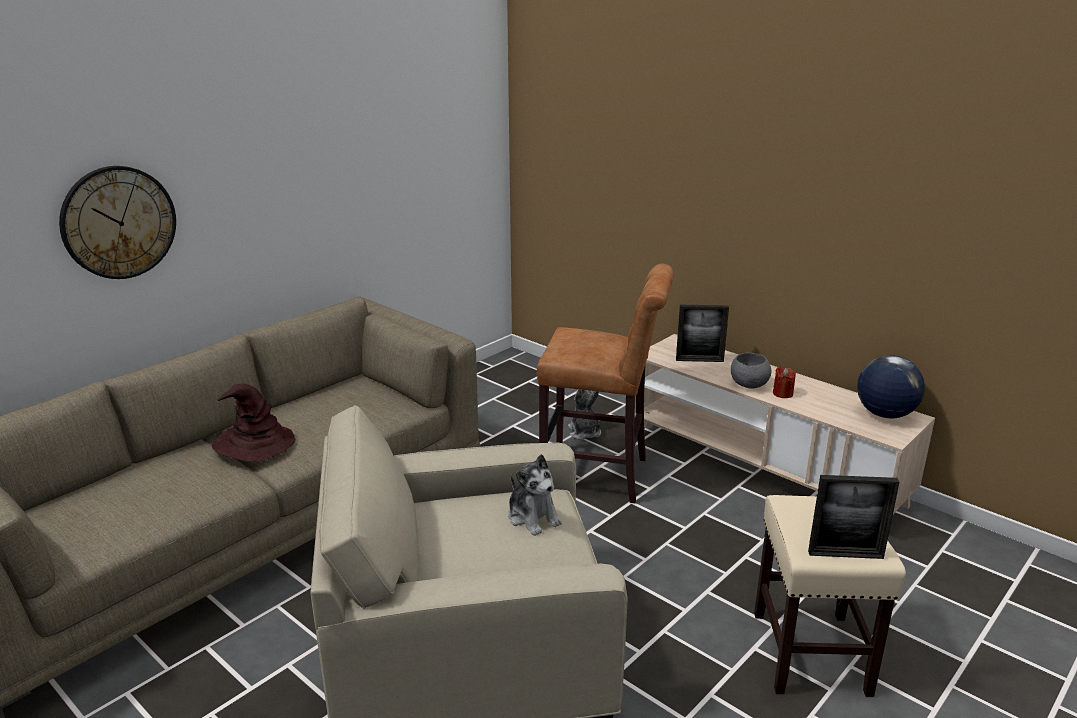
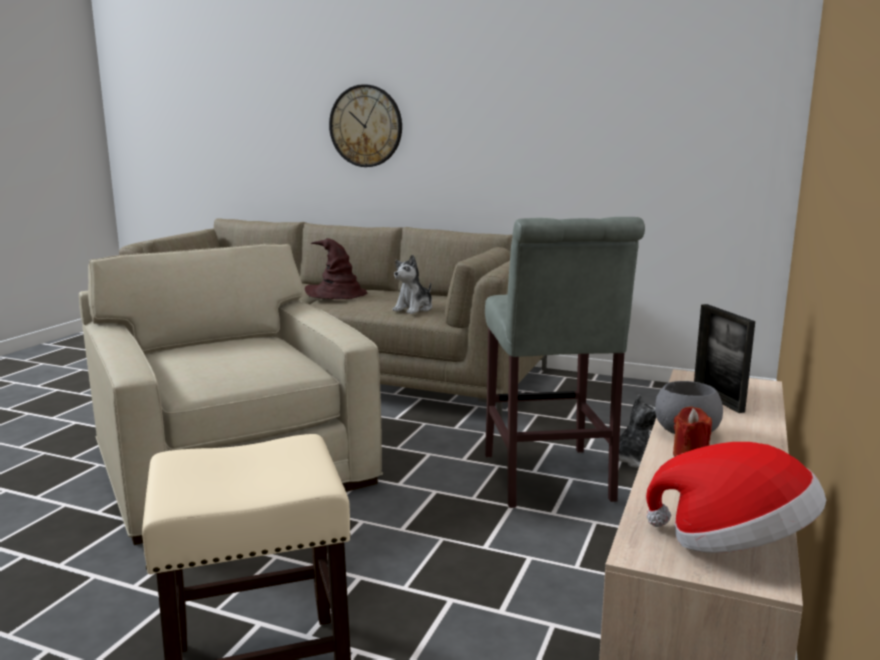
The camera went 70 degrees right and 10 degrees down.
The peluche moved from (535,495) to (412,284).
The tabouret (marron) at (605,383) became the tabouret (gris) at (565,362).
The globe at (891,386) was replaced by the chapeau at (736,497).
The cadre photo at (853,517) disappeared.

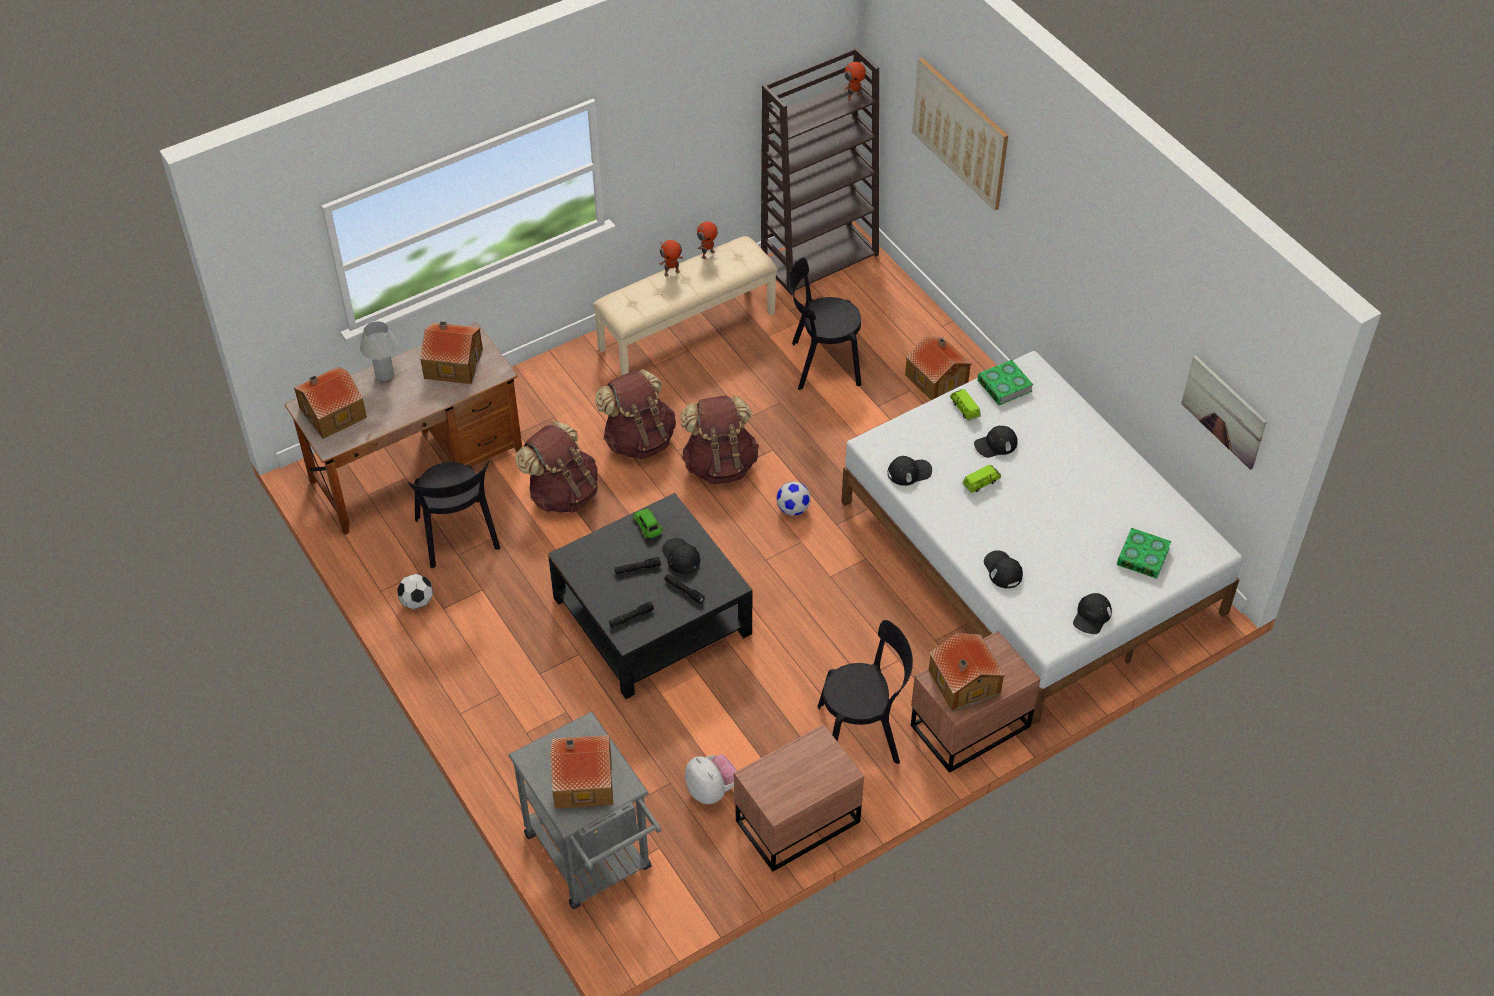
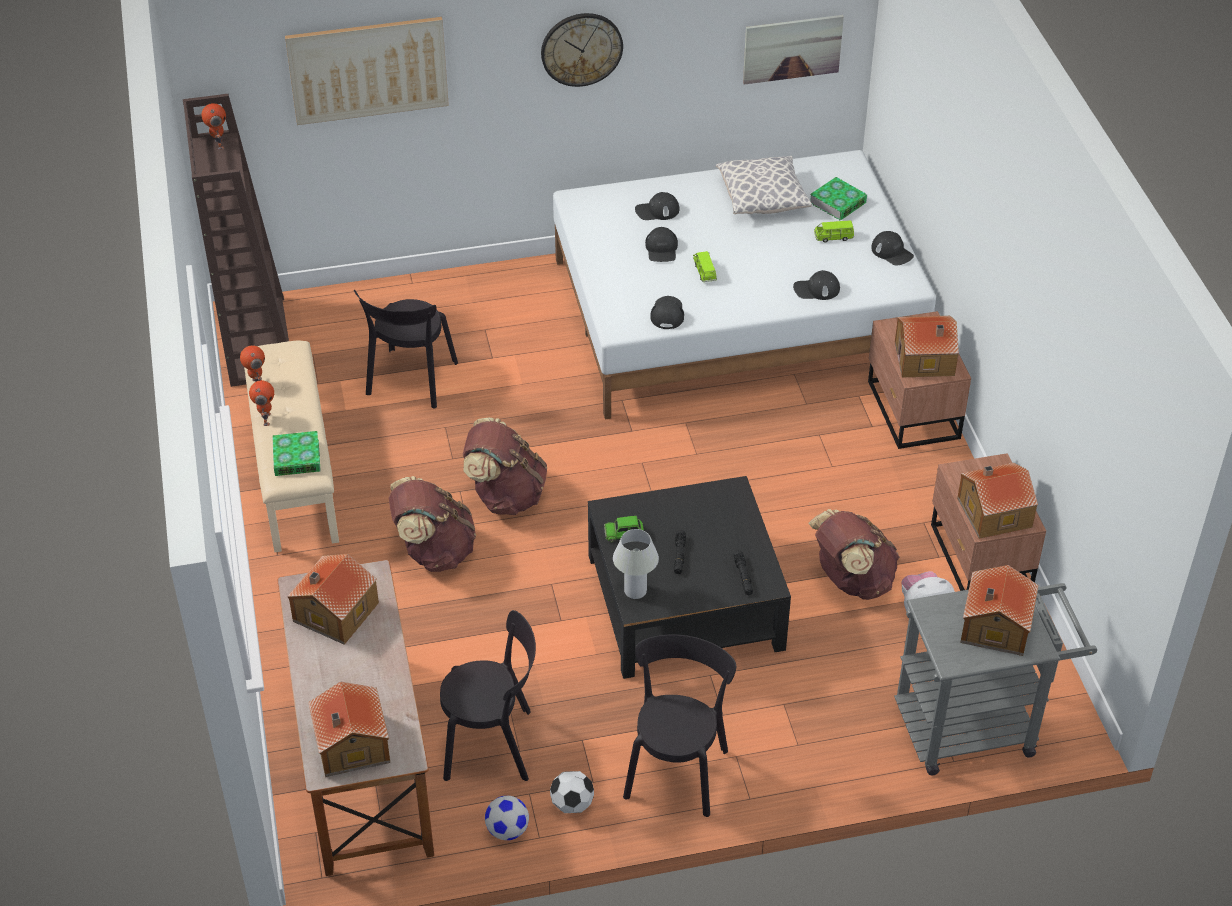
The camera went 70 degrees left and 5 degrees down.
The livre moved from (1005,382) to (296,453).
The ballon de foot moved from (793,499) to (507,818).
The horloge murale at (582,50) appeared.
The lampe de table (blanc) moved from (379,351) to (636,564).
The chaise (noir) moved from (865,692) to (679,726).
The casquette (noir) moved from (681,556) to (657,206).
The coussin at (764,185) appeared.
The sac à dos (marron) moved from (556,467) to (854,554).
The petite voiture (vert) moved from (965,405) to (834,231).
The maison miniature moved from (938,368) to (997,501).
The lampe de poche (noir) at (684,588) disappeared.

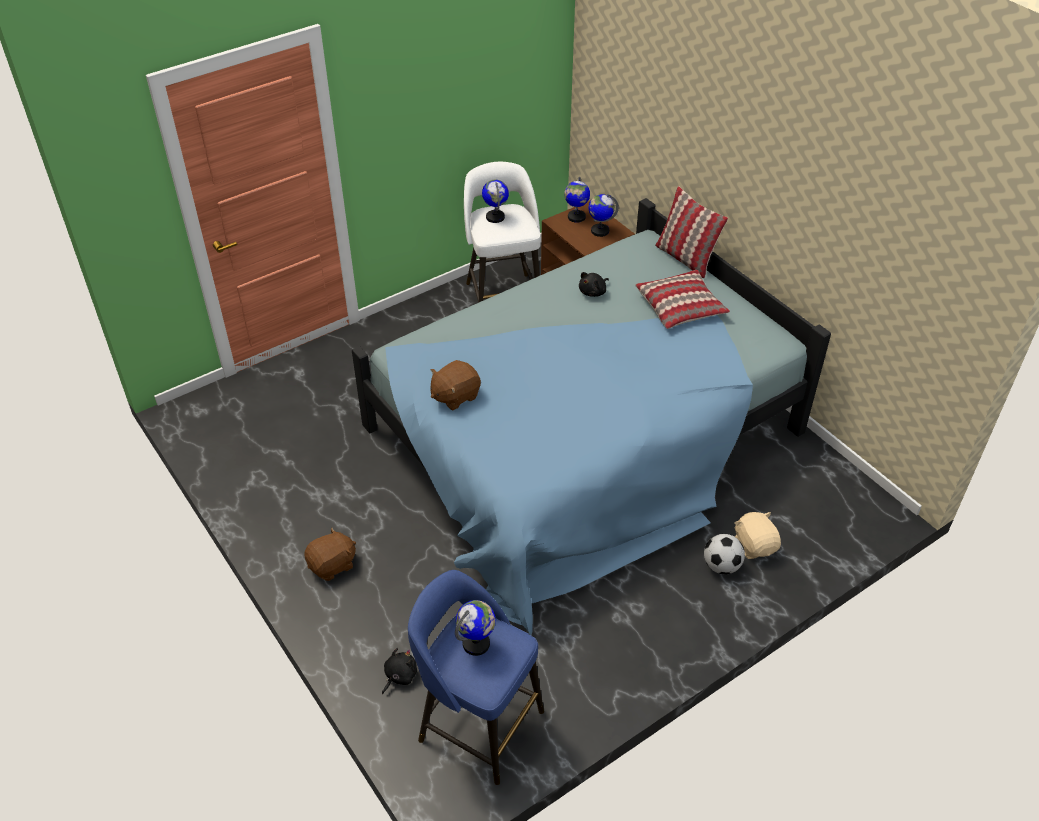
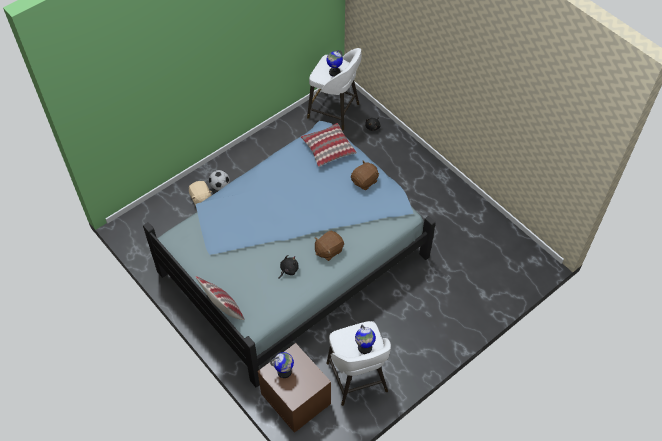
The camera went 175 degrees right and 10 degrees up.
The coussin moved from (682,299) to (329,145).
The tabouret (bleu) at (476,677) became the tabouret (blanc) at (334,89).
The peluche (marron) moved from (330,554) to (329,246).
The globe at (577,200) disappeared.

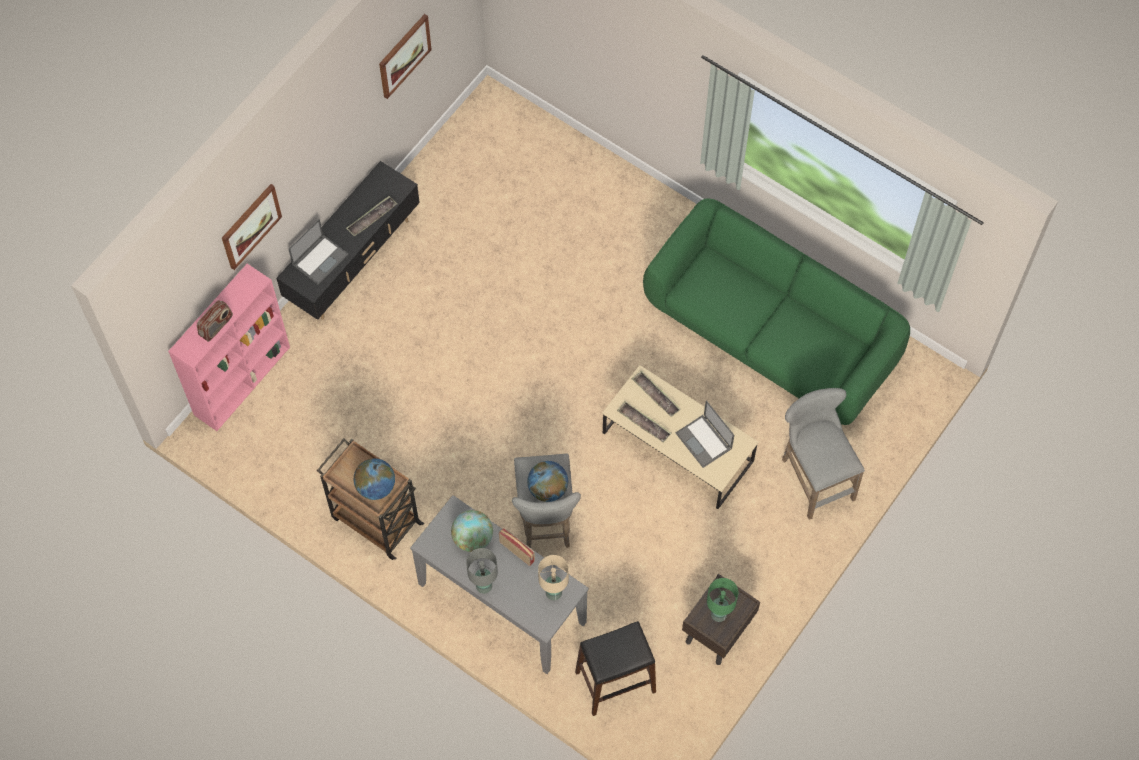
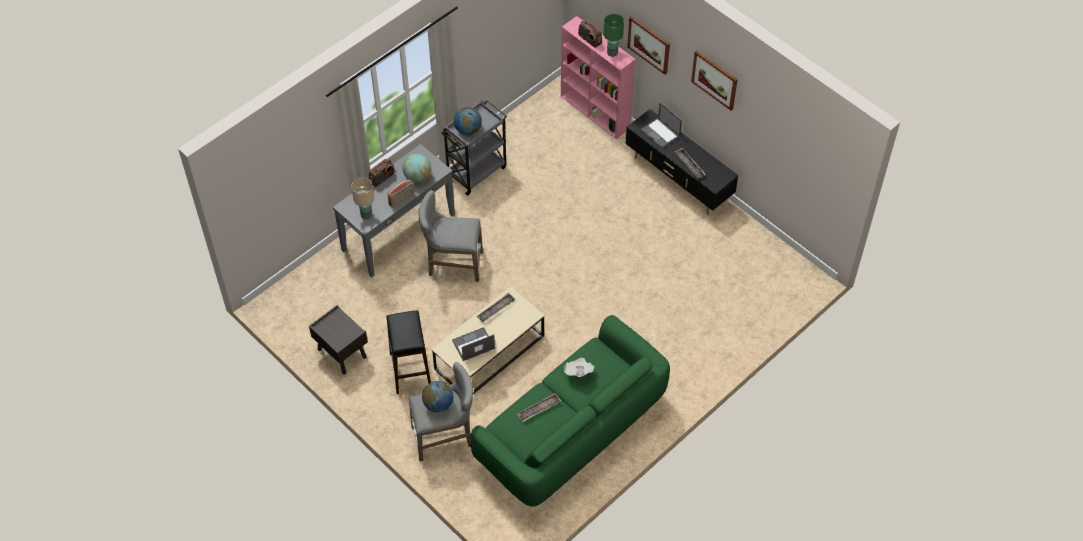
The camera went 100 degrees right and 10 degrees down.
The lampe de table (gris) at (482,571) was replaced by the radio at (382,173).
The tabouret (noir) moved from (615,668) to (408,352).
The globe moved from (547,481) to (438,397).
The chariot (marron) at (370,499) became the chariot (gris) at (474,148).
The plateau moved from (656,394) to (539,407).
The journal at (579,367) appeared.
The lampe de table (vert) moved from (722,600) to (614,35).
The tableau moved from (405,56) to (714,80).

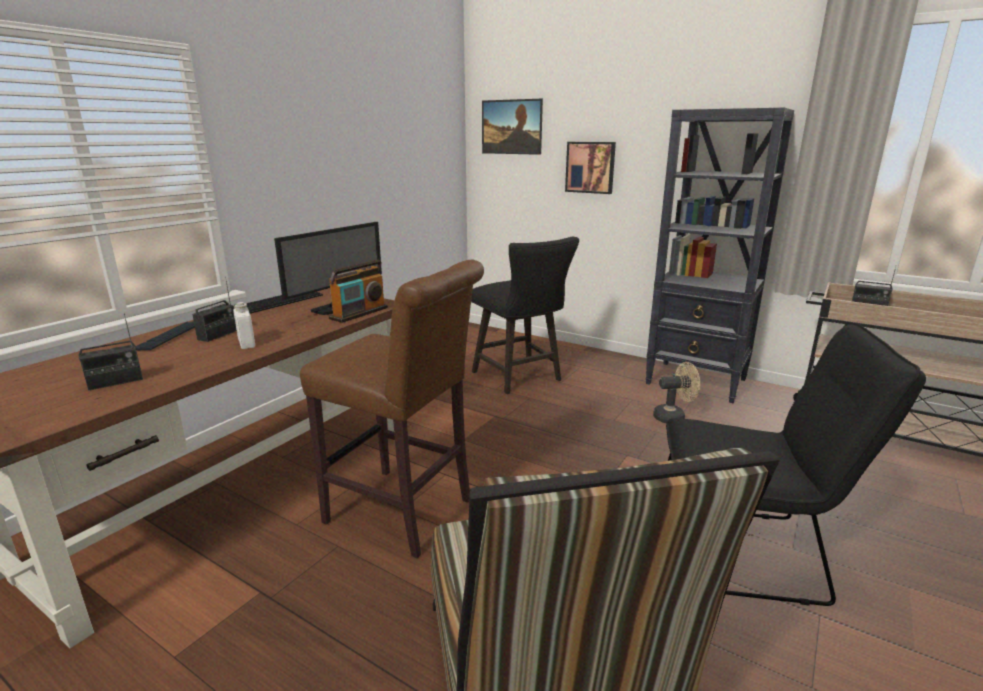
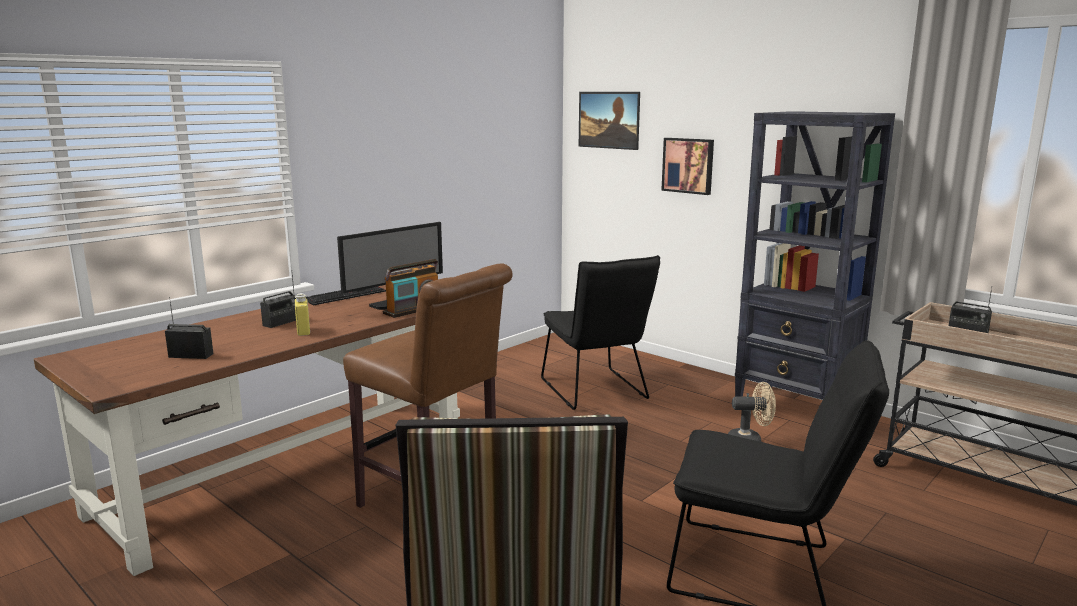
The camera went 10 degrees right and 5 degrees down.
The radio at (110,352) turned 150 degrees counterclockwise.
The bouteille (blanc) at (244,325) became the bouteille (jaune) at (302,314).
The tabouret (noir) at (525,315) was replaced by the chaise (noir) at (600,332).
The clavier at (165,335) disappeared.

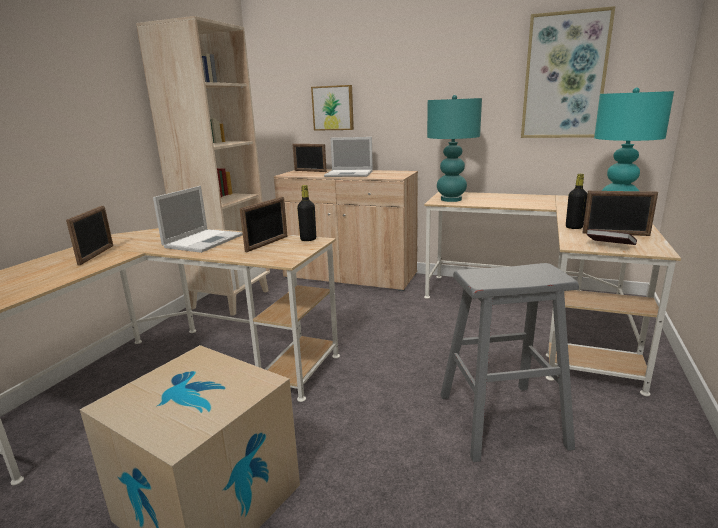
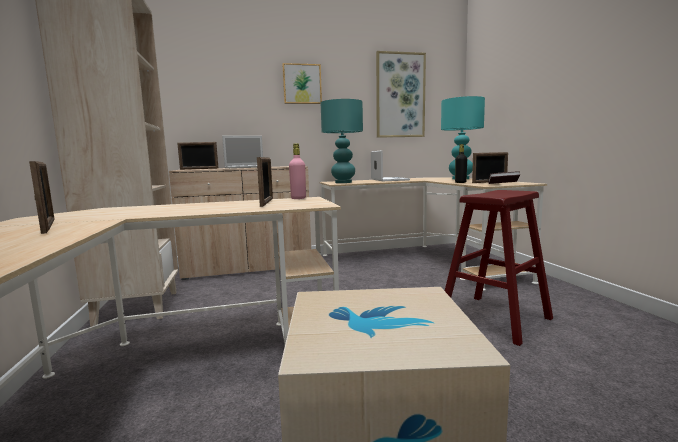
The camera went 35 degrees left and 10 degrees down.
The tableau moved from (332,108) to (302,83).
The bouteille (noir) at (306,213) became the bouteille (rose) at (297,171).
The ordinateur portable moved from (198,219) to (390,165).
The tabouret (gris) at (509,362) became the tabouret (rouge) at (499,268).

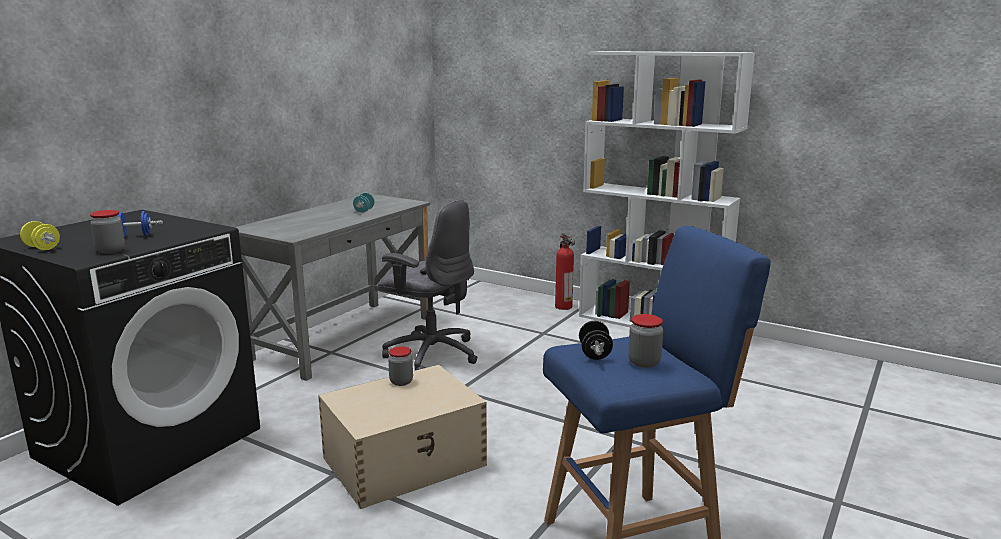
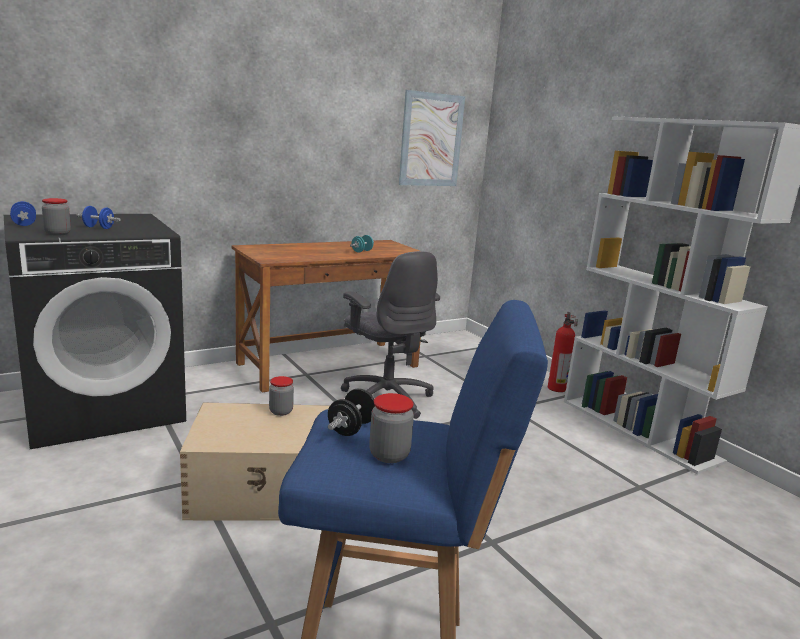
The camera went 25 degrees right and 0 degrees up.
The haltère (jaune) at (40,235) became the haltère (bleu) at (23,213).
The bureau (gris) at (332,287) became the bureau (marron) at (326,316).
The tableau at (432,138) appeared.

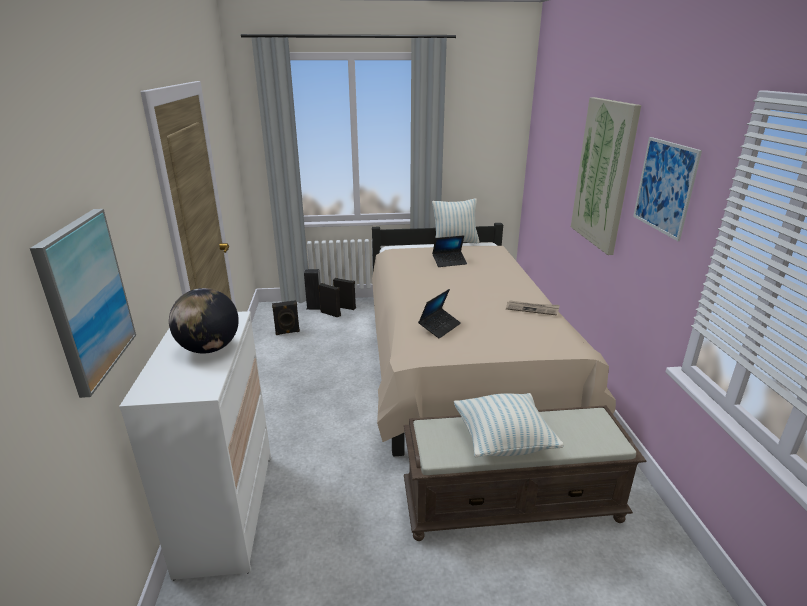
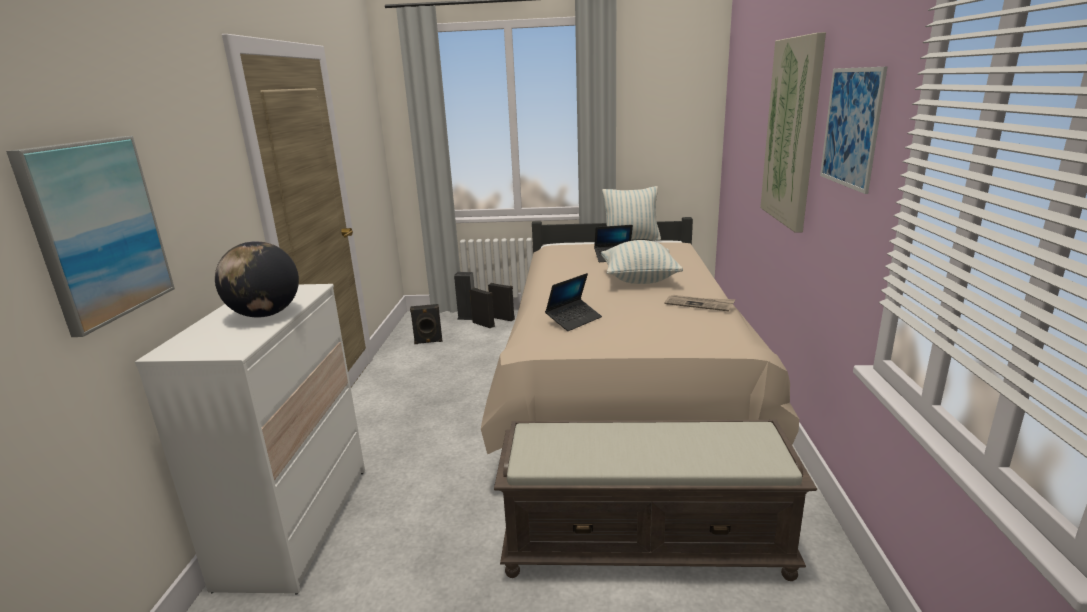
The camera went 10 degrees right and 5 degrees down.
The coussin moved from (508,425) to (642,262).

